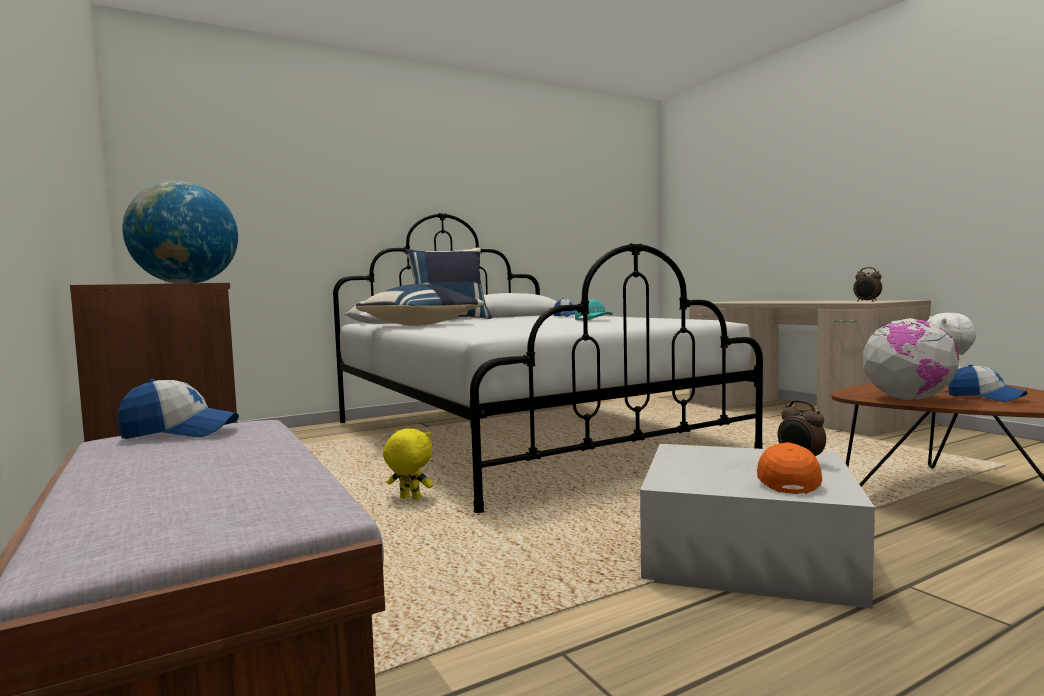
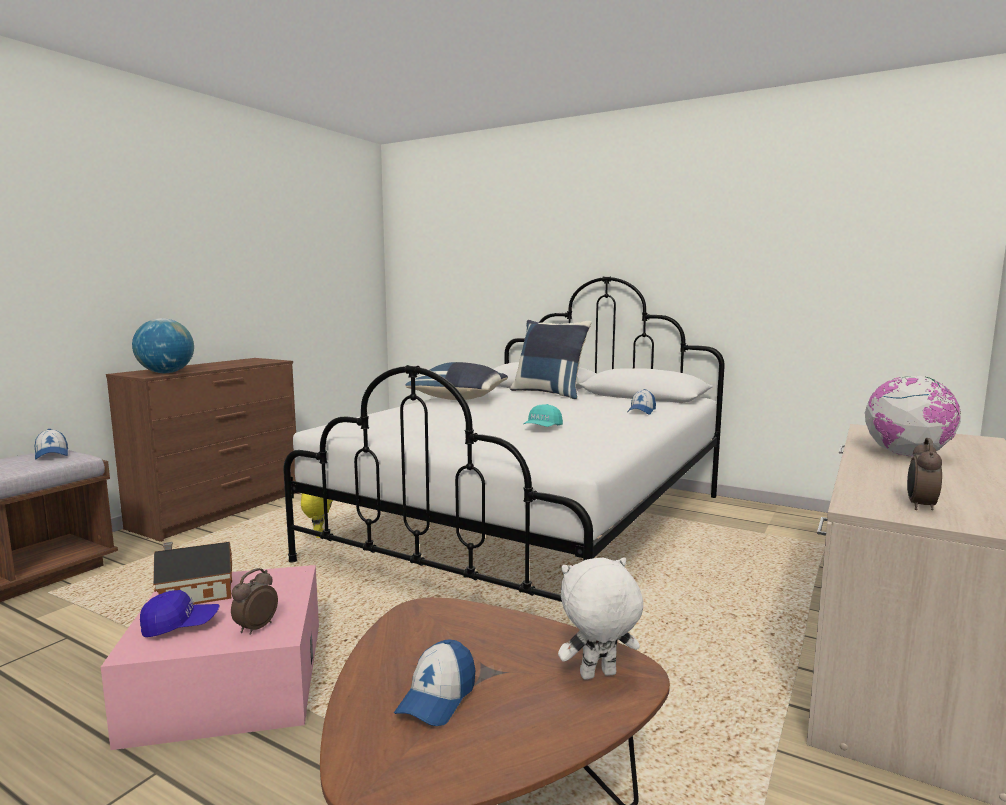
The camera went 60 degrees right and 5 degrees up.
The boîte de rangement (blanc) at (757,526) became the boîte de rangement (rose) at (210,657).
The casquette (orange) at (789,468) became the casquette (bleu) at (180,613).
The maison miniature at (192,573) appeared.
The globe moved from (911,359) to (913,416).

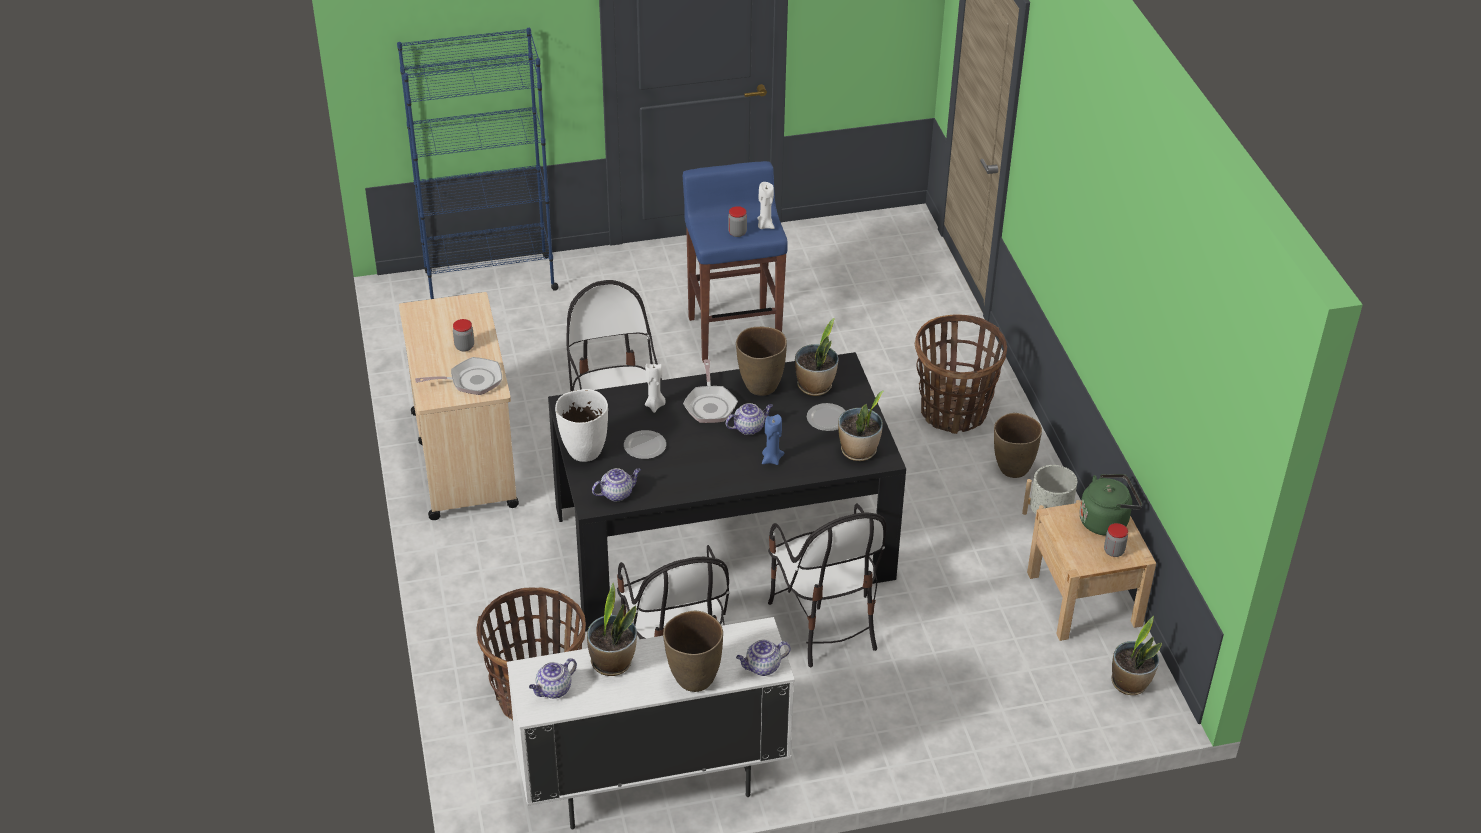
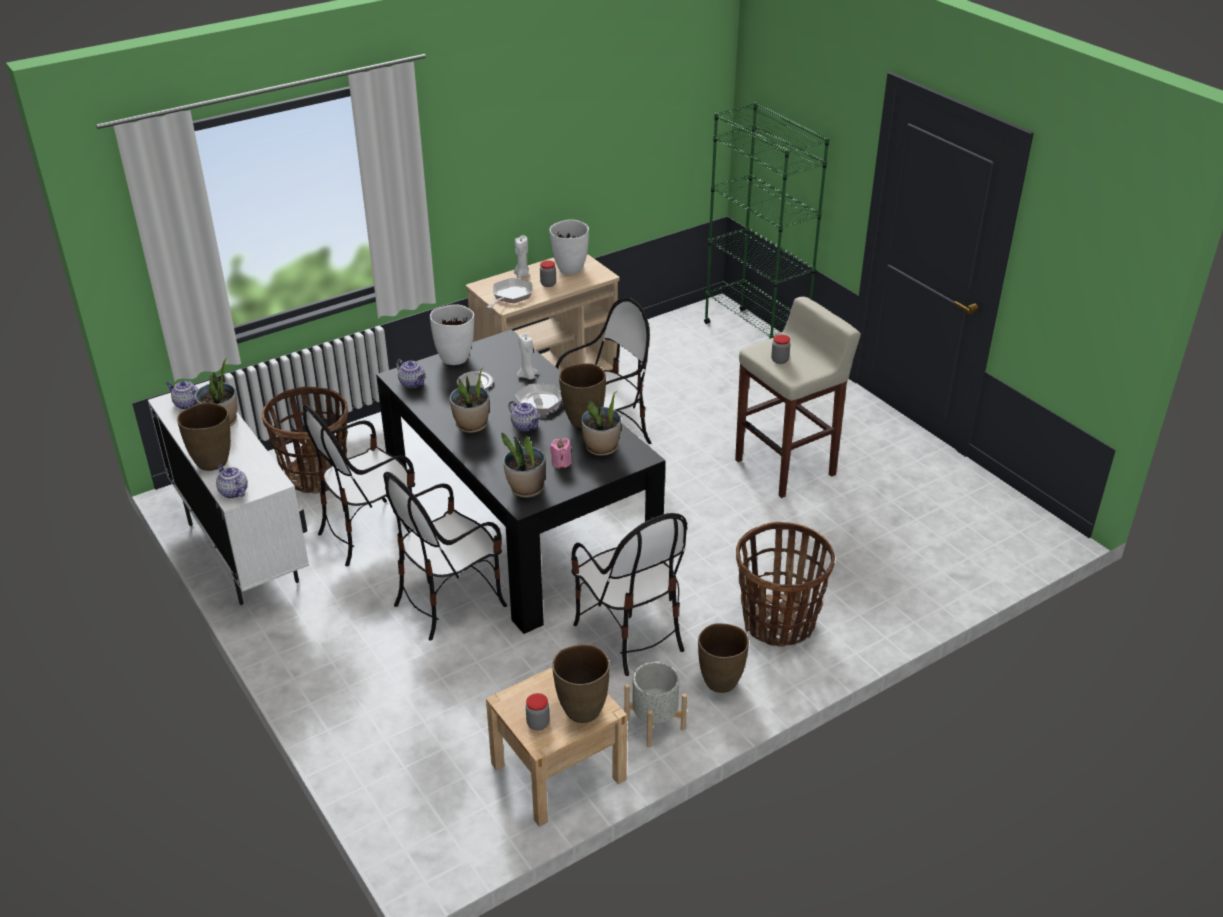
The camera went 70 degrees right and 5 degrees down.
The plante en pot moved from (1136,655) to (469,400).
The poêle at (458,376) turned 120 degrees counterclockwise.
The bougie (blanc) moved from (766,205) to (521,256).
The vase (blanc) at (569,246) appeared.
The assiette at (826,417) was replaced by the bougie (rose) at (560,453).
The bouilloire (vert) at (1110,505) was replaced by the vase (marron) at (581,683).
The chaise at (629,594) appeared.
The bibliothèque (bleu) at (478,163) became the bibliothèque (vert) at (766,220).
The tabouret (bleu) at (735,262) became the tabouret (beige) at (798,397).
The bougie (bleu) at (773,439) disappeared.

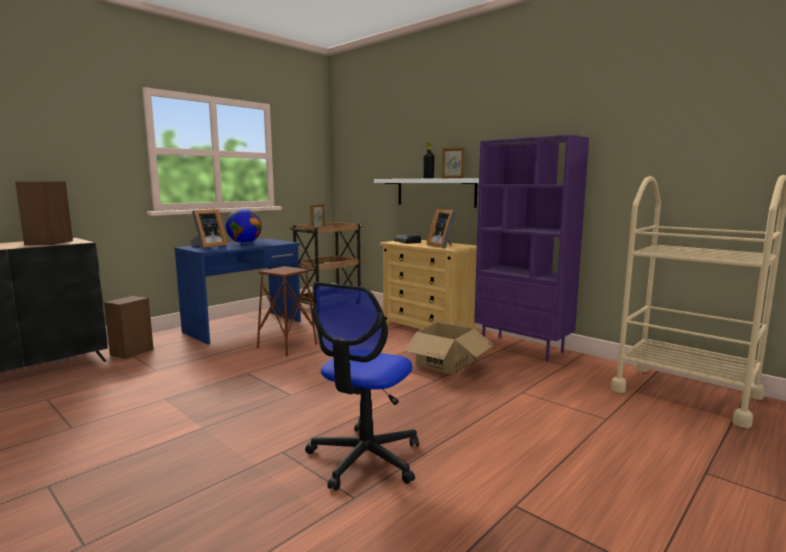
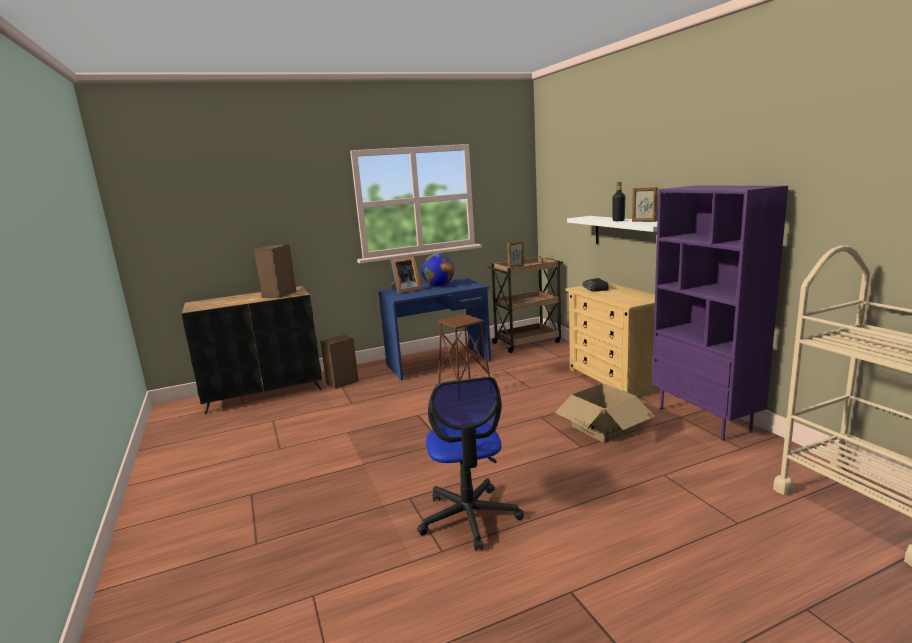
The camera went 25 degrees right and 5 degrees up.
The chaise de bureau at (362,386) turned 60 degrees counterclockwise.
The cadre photo at (441,229) disappeared.

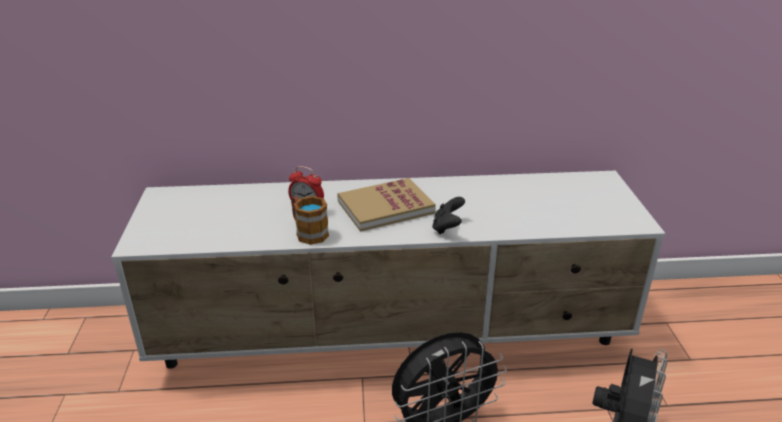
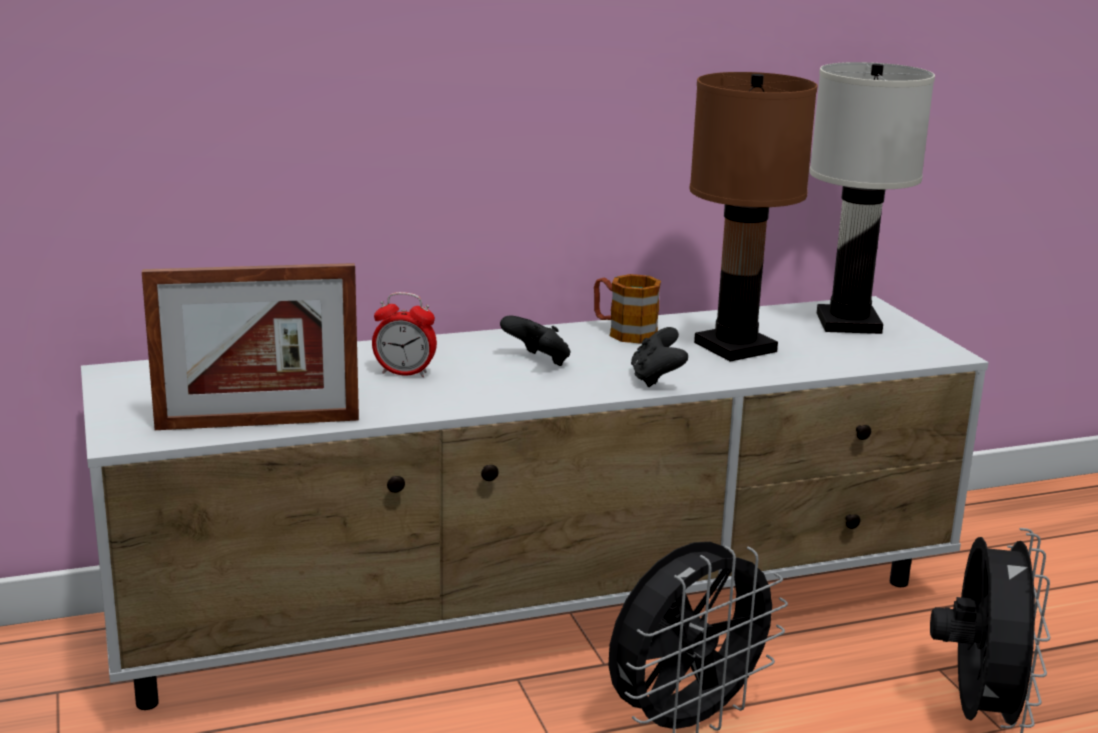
The camera went 15 degrees left and 10 degrees down.
The cadre photo at (250,346) appeared.
The livre at (386,205) was replaced by the manette (noir) at (535,340).
The mug moved from (310,220) to (627,309).
The lampe de table (marron) at (753,217) appeared.
The lampe de table (blanc) at (872,198) appeared.

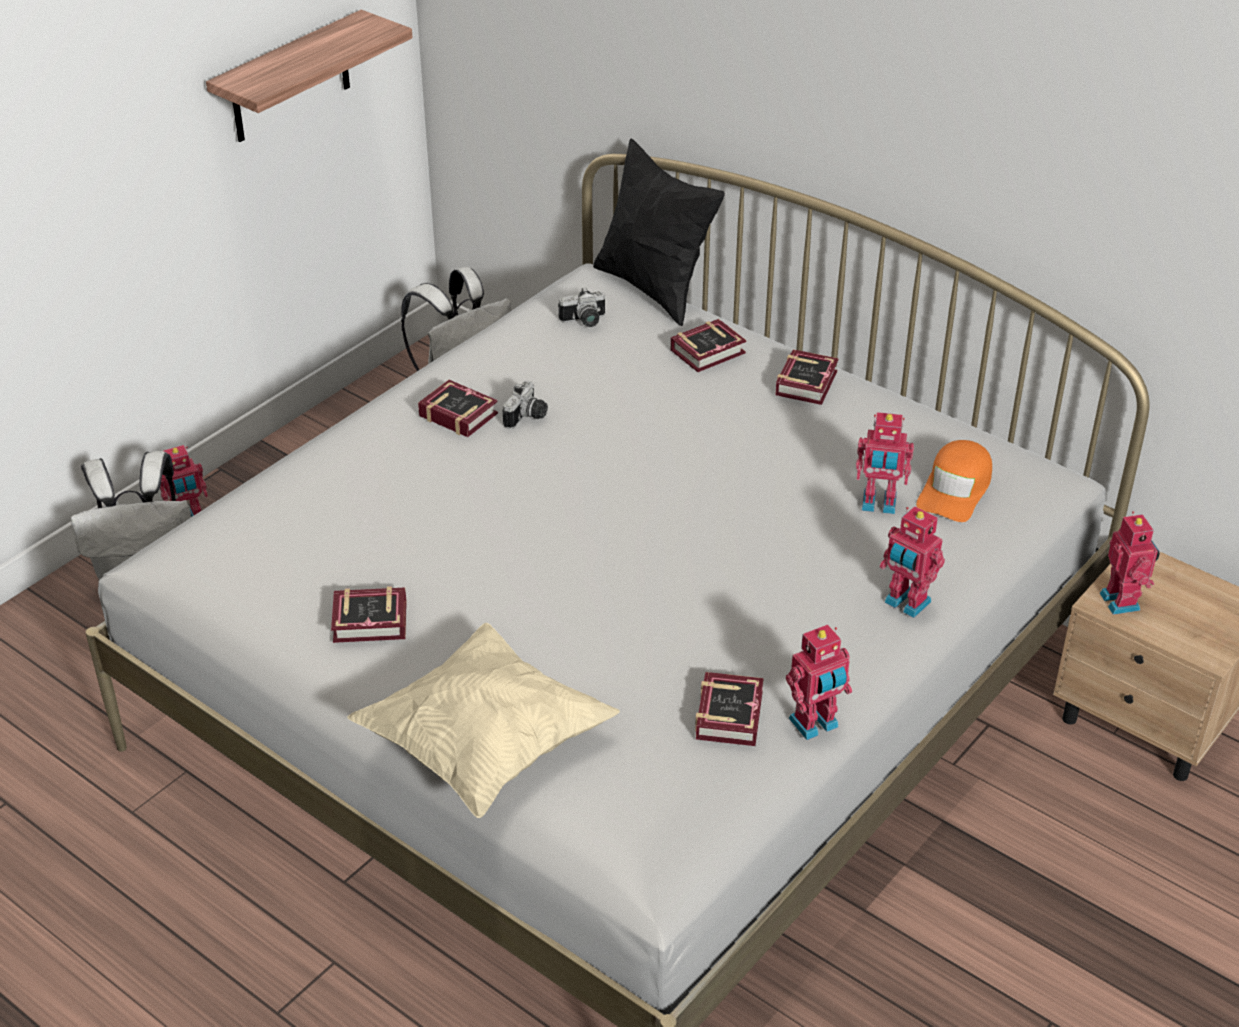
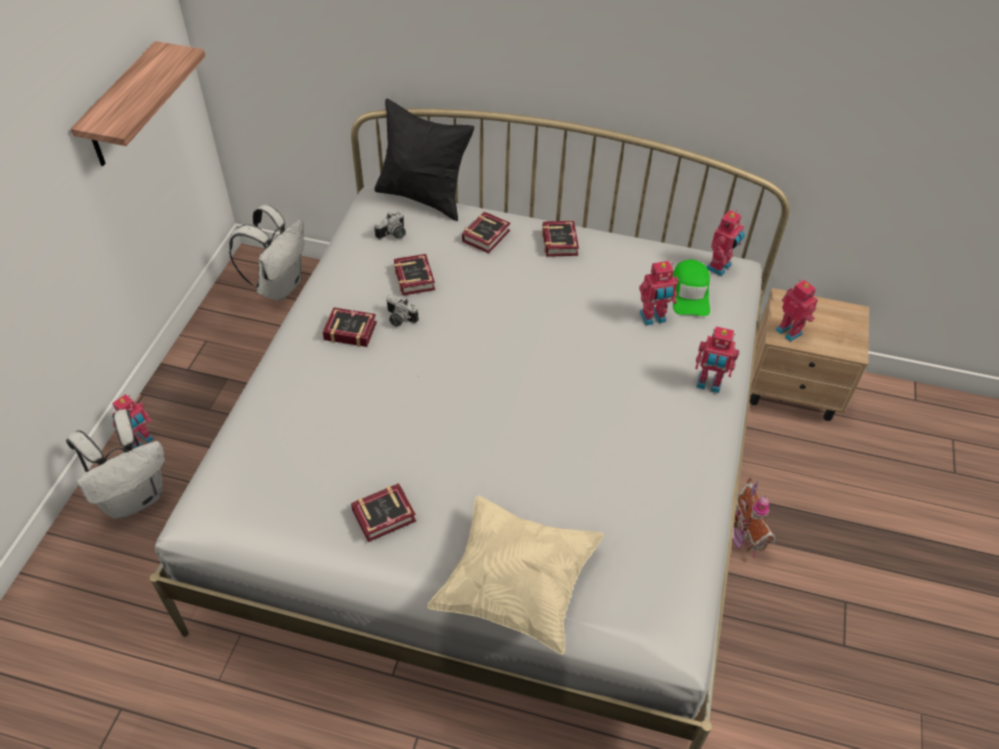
The camera went 25 degrees left and 10 degrees up.
The appareil photo at (525,405) turned 120 degrees clockwise.
The livre moved from (729,709) to (414,275).
The casquette (orange) at (954,481) became the casquette (vert) at (691,288).
The robot jouet moved from (819,682) to (725,243).
The maison miniature at (754,518) appeared.

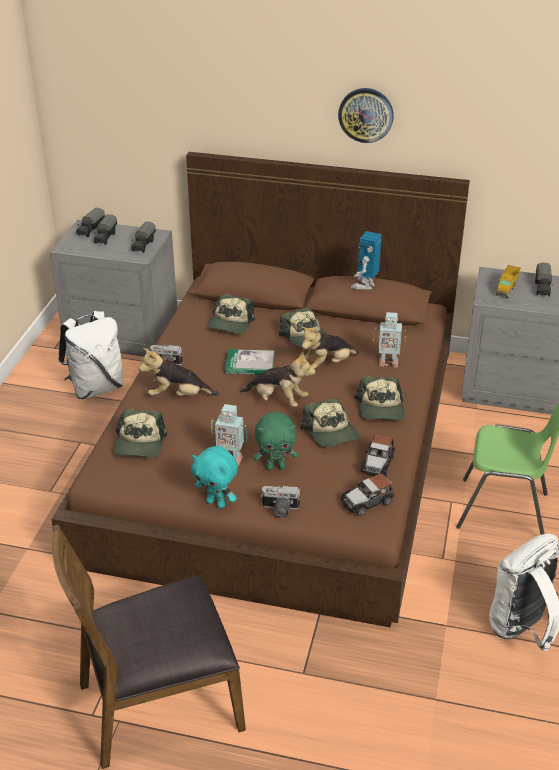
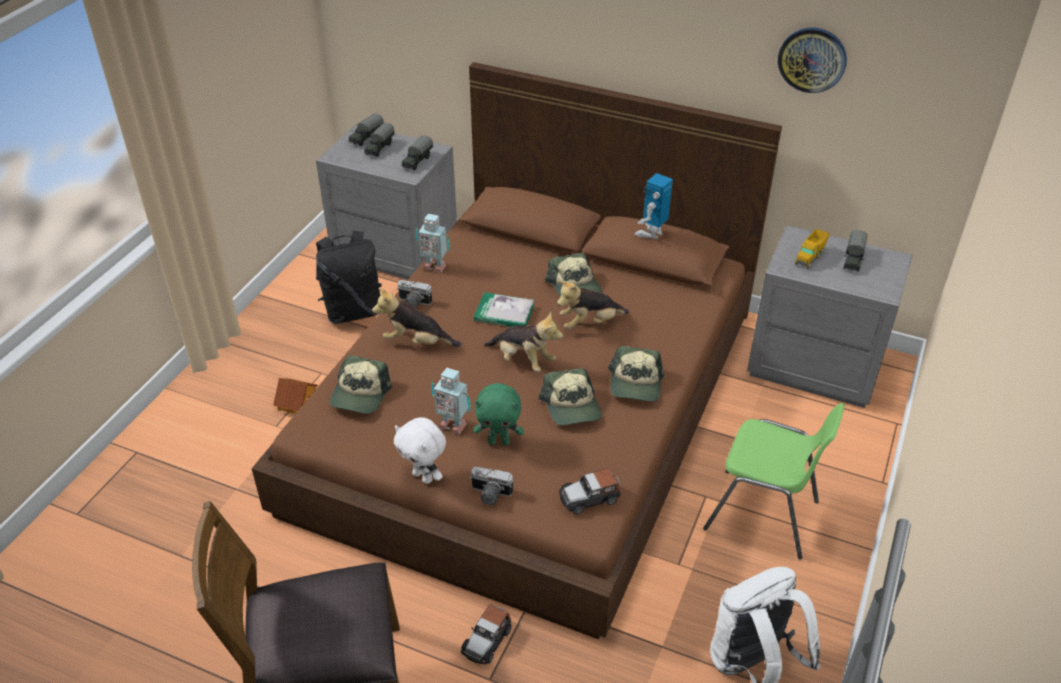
The camera went 10 degrees right and 5 degrees up.
The maison miniature at (295,396) appeared.
The sac à dos (blanc) at (91,355) became the sac à dos (noir) at (349,277).
The peluche (turquoise) at (214,477) became the peluche (blanc) at (420,450).
The robot jouet moved from (389,339) to (433,243).
The petite voiture moved from (377,455) to (486,634).
The horloge murale moved from (366,115) to (812,60).
The casquette at (231,314) disappeared.

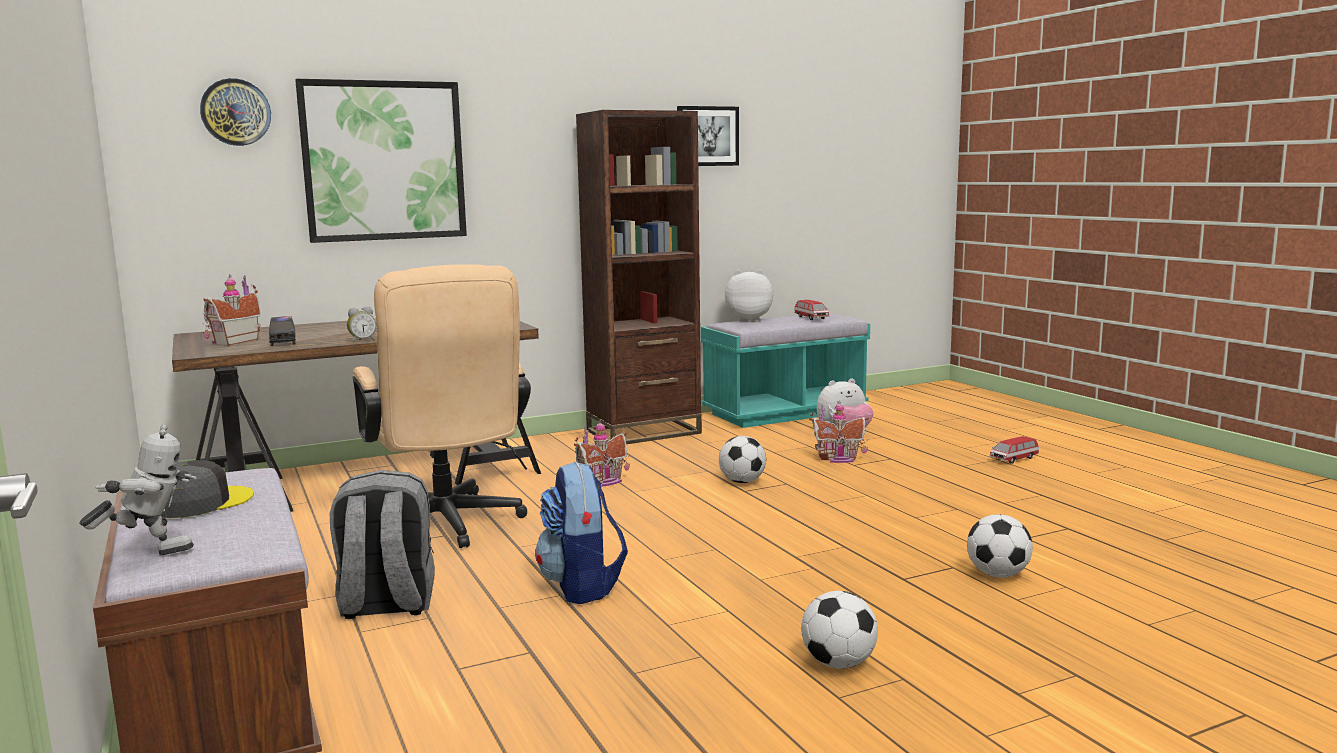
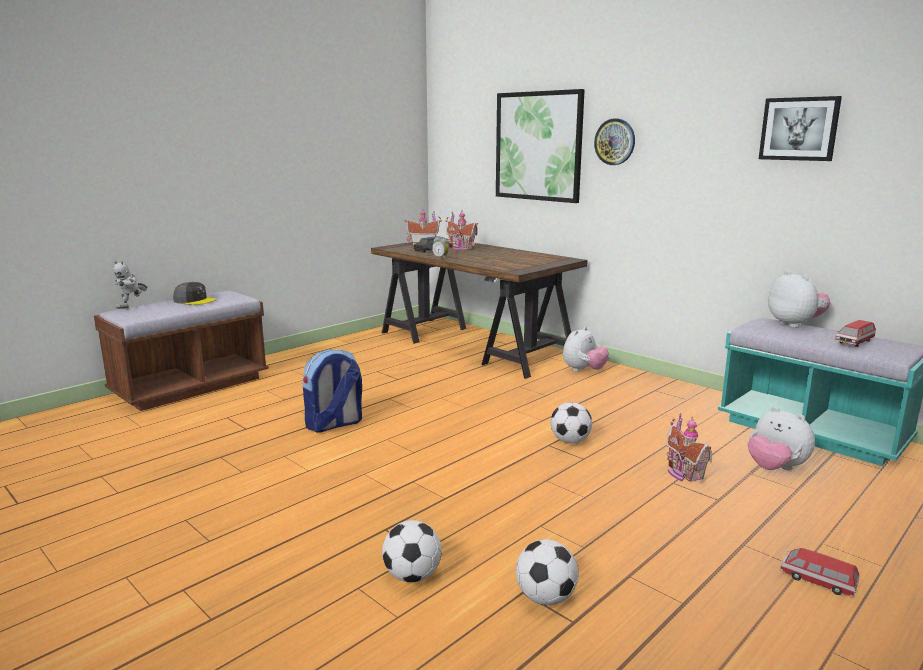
The camera went 70 degrees right and 5 degrees up.
The robot jouet at (138,490) turned 60 degrees clockwise.
The maison miniature moved from (602,453) to (462,230).
The ballon de foot moved from (839,630) to (547,572).
The peluche at (586,349) appeared.
The horloge murale moved from (235,112) to (614,141).
The sac à dos (gris) at (382,544) disappeared.
The chaise de bureau (beige) at (442,406) disappeared.
The bibliothèque (marron) at (639,277) disappeared.

